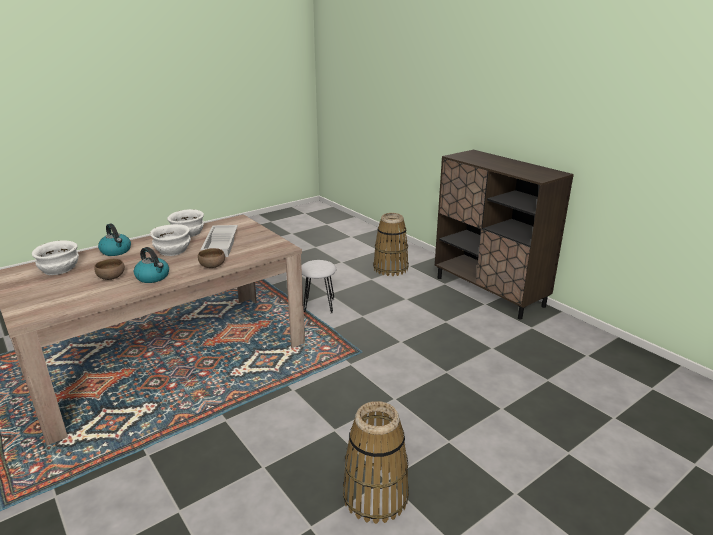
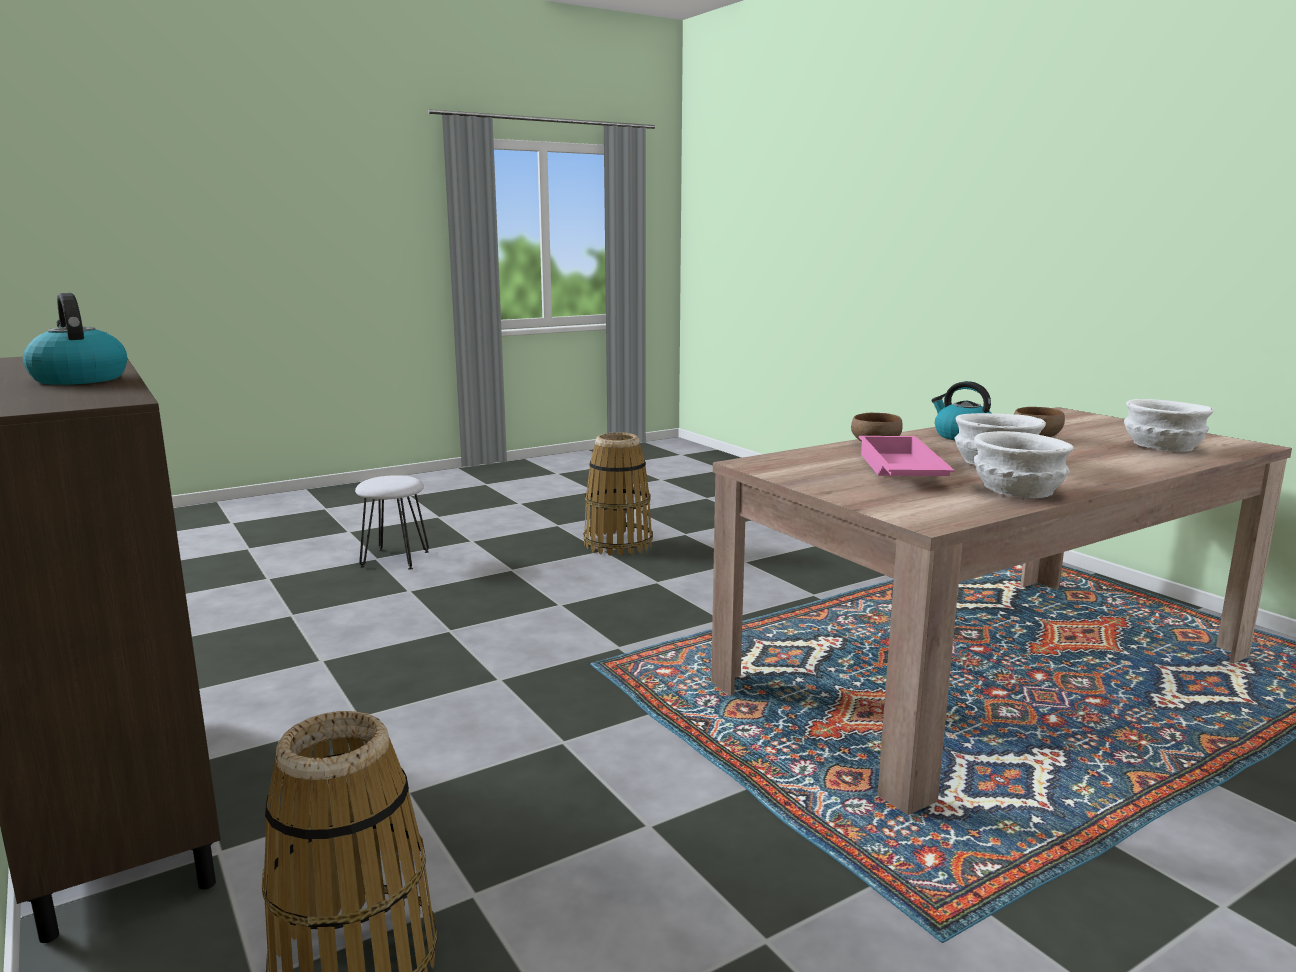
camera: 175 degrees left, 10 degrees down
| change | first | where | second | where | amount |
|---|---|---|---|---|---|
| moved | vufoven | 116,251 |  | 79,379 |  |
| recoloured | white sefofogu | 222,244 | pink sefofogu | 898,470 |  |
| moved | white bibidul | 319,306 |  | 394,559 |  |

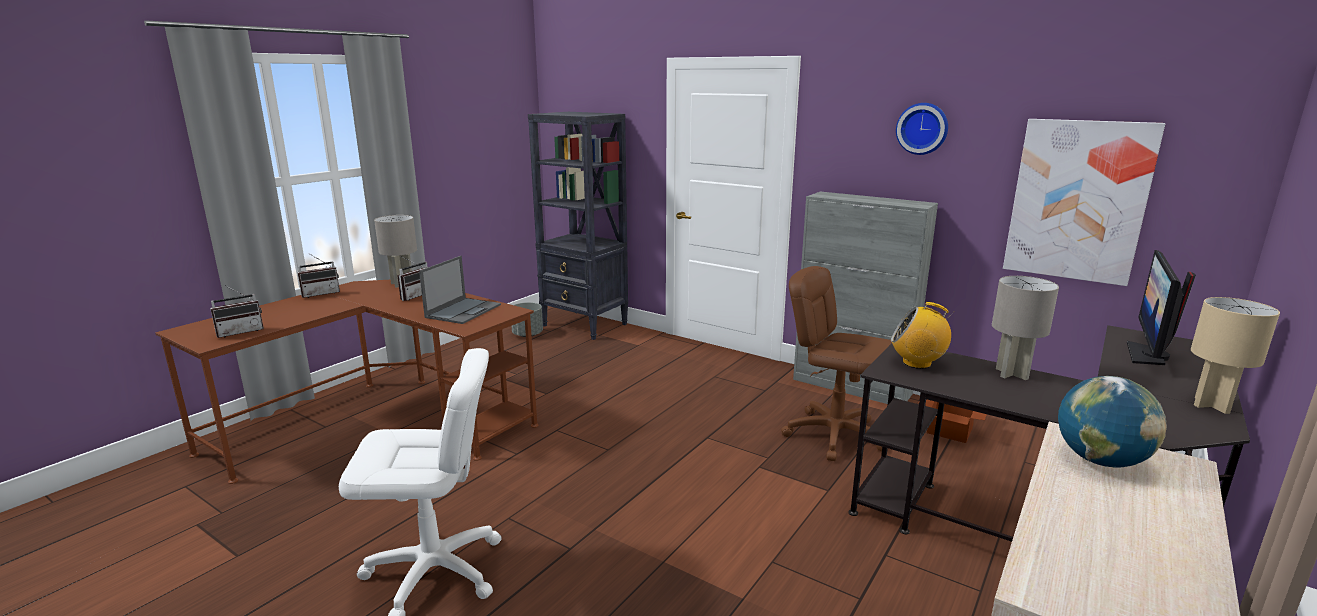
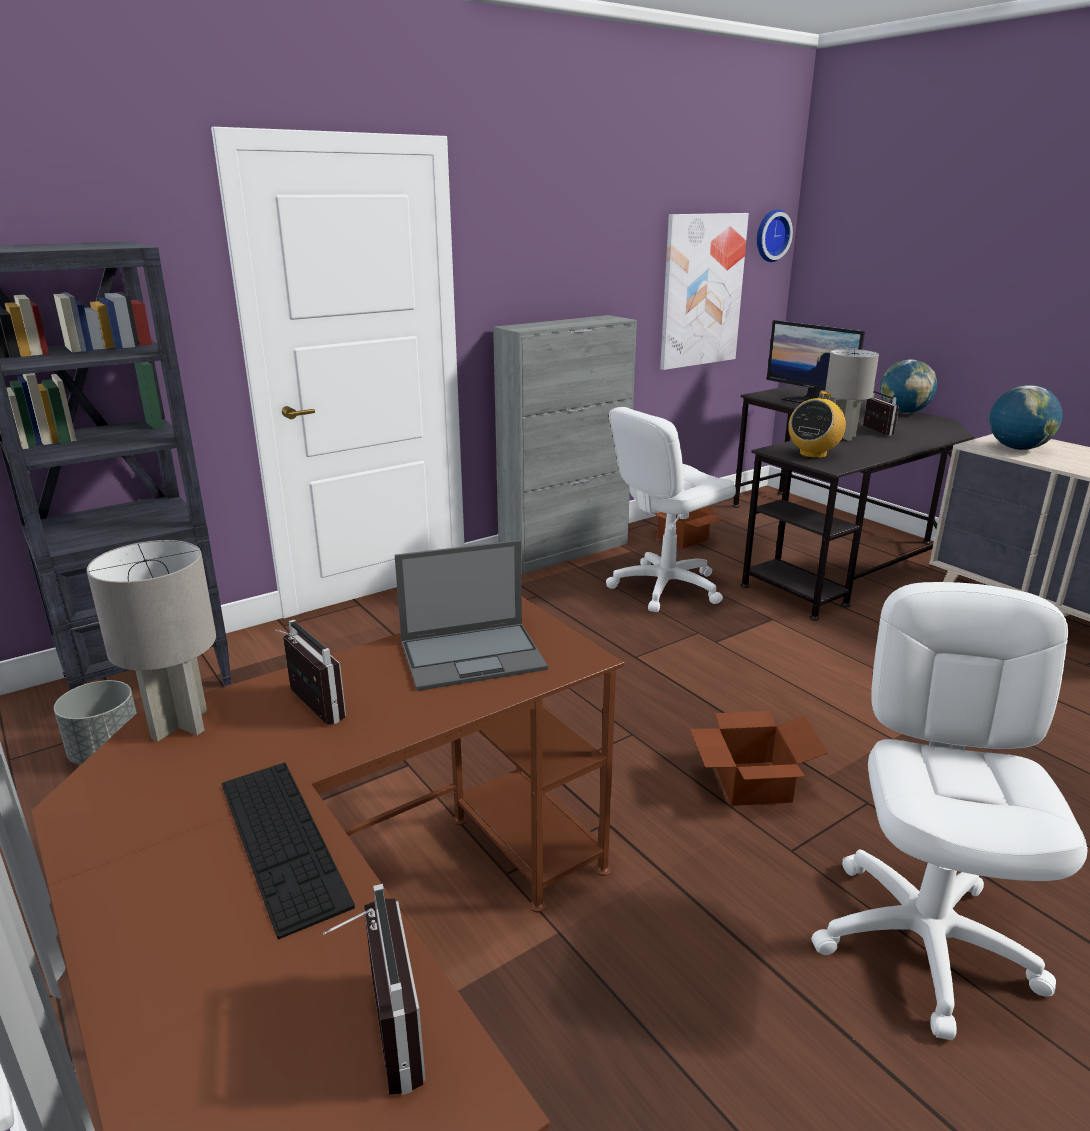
camera: 70 degrees left, 5 degrees up
| change | first | where | second | where | amount |
|---|---|---|---|---|---|
| moved | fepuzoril | 922,128 |  | 770,235 |  |
| moved | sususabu | 321,293 |  | 873,431 |  |
| turned | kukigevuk | 463,311 |  | 474,655 | 120 degrees clockwise |
| recoloured | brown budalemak | 834,435 | white budalemak | 665,587 |  |
| replaced | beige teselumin | 1211,405 | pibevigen | 903,413 |  |
| added |  |  | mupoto | 749,783 |  |
| added |  |  | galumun | 282,841 |  |

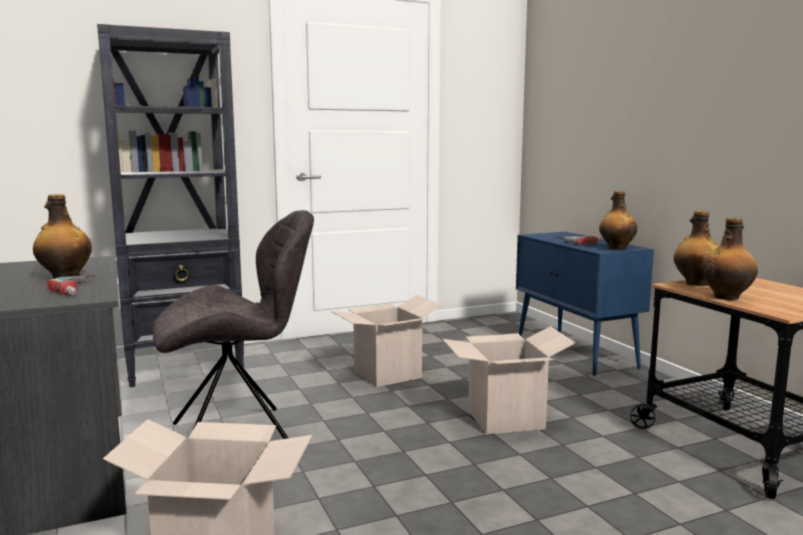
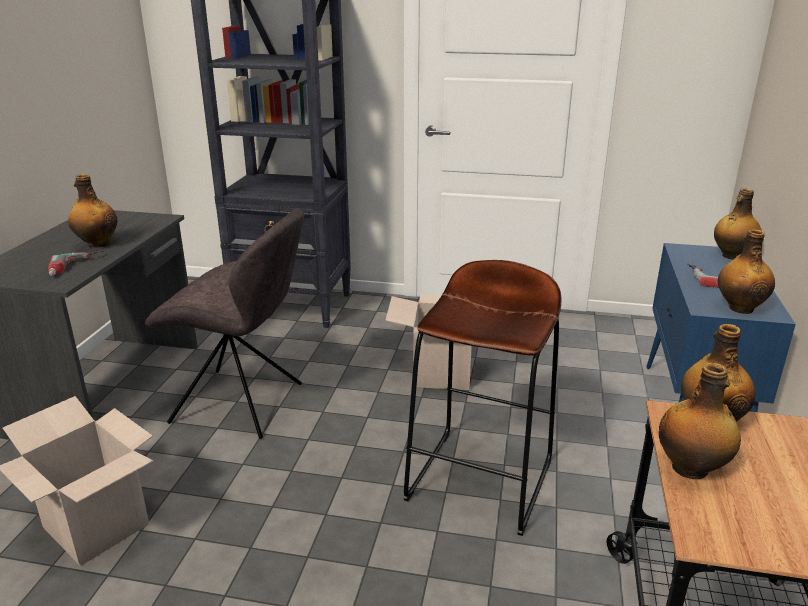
camera: 35 degrees right, 15 degrees up
| change | first | where | second | where | amount |
|---|---|---|---|---|---|
| replaced | mupoto | 505,419 | brown bibidul | 481,479 |  |
| added |  |  | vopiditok | 731,256 |  |

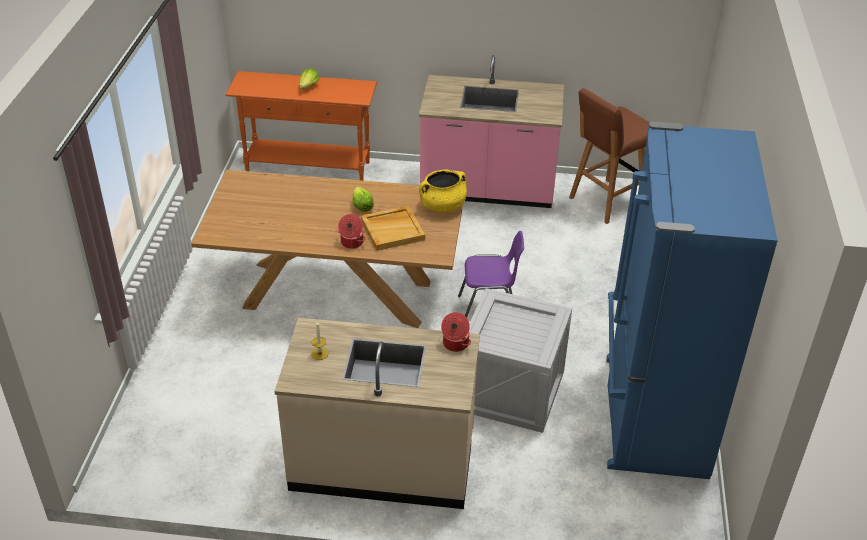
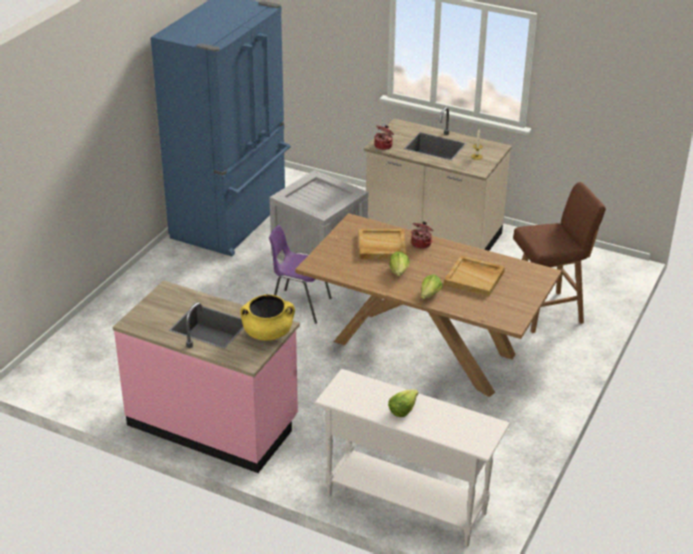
camera: 160 degrees left, 5 degrees down
| change | first | where | second | where | amount |
|---|---|---|---|---|---|
| recoloured | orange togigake | 308,168 | white togigake | 405,503 |  |
| moved | brown bibidul | 605,201 |  | 548,312 |  |
| moved | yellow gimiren | 442,206 |  | 268,333 |  |
| added |  |  | beige sefofogu | 474,278 |  |
| added |  |  | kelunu | 430,295 |  |

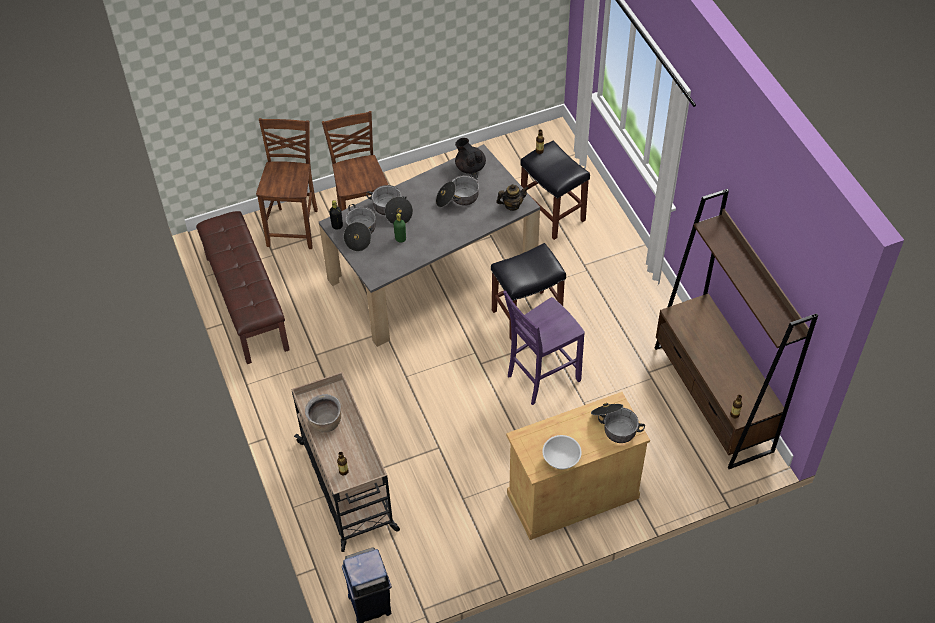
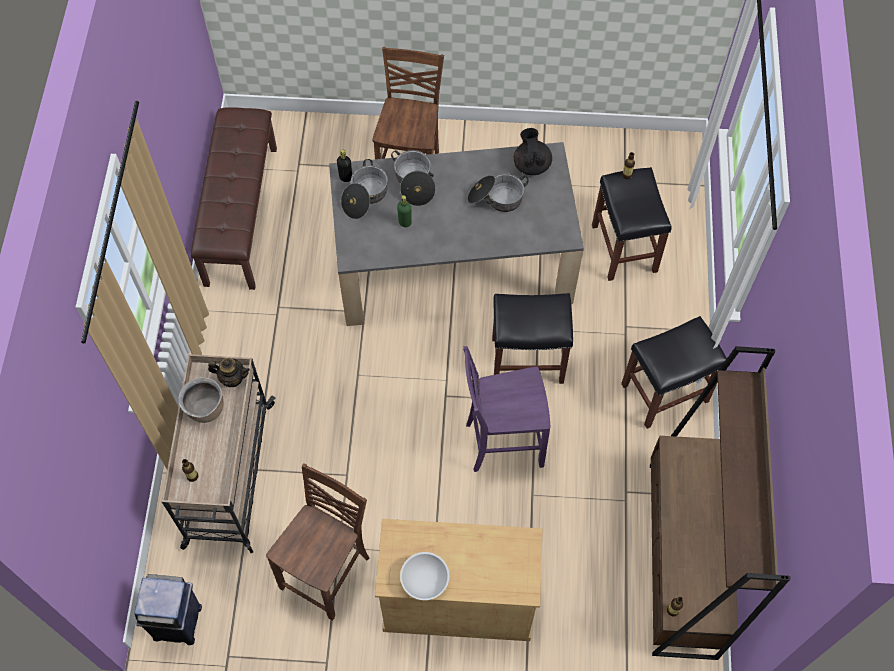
camera: 25 degrees right, 10 degrees up
| change | first | where | second | where | amount |
|---|---|---|---|---|---|
| moved | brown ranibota | 295,227 |  | 328,572 |  |
| moved | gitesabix | 512,205 |  | 232,378 |  |
| removed | gimiren | 615,425 |  |  |  |
| added |  |  | black bibidul | 664,394 |  |

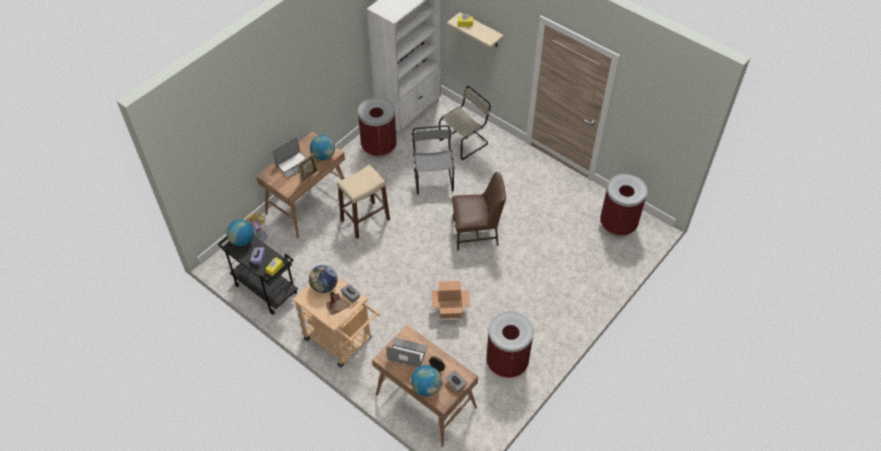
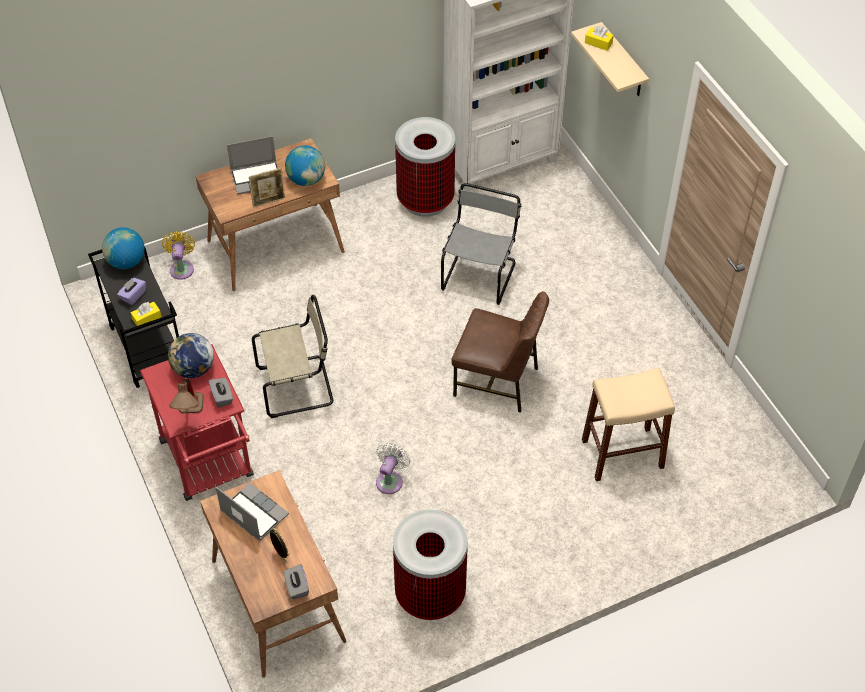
camera: 25 degrees right, 0 degrees up
| change | first | where | second | where | amount |
|---|---|---|---|---|---|
| moved | beige ranibota | 465,141 |  | 298,386 |  |
| moved | beige bibidul | 365,220 |  | 622,453 |  |
| removed | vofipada | 618,225 |  |  |  |
| recoloured | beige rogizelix | 342,341 | red rogizelix | 210,465 |  |
| replaced | mupoto | 449,309 | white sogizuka | 390,480 |  |
| removed | pibevigen | 426,387 |  |  |  |

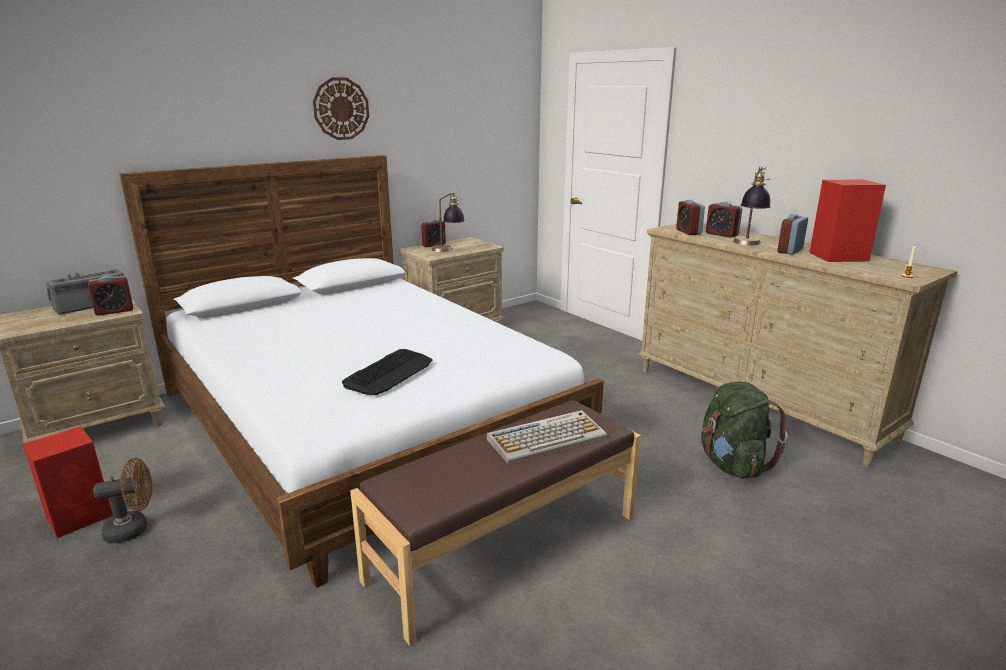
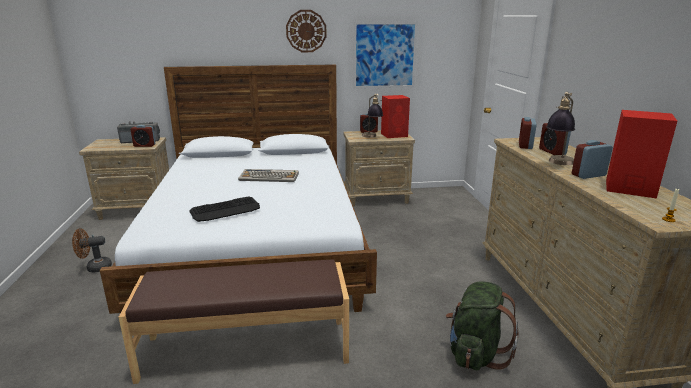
camera: 30 degrees right, 0 degrees up
| change | first | where | second | where | amount |
|---|---|---|---|---|---|
| moved | galumun | 547,438 |  | 269,177 |  |
| moved | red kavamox | 81,516 |  | 395,135 |  |
| turned | brown sogizuka | 134,529 |  | 95,268 | 150 degrees clockwise |
| added |  |  | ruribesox | 384,55 |  |

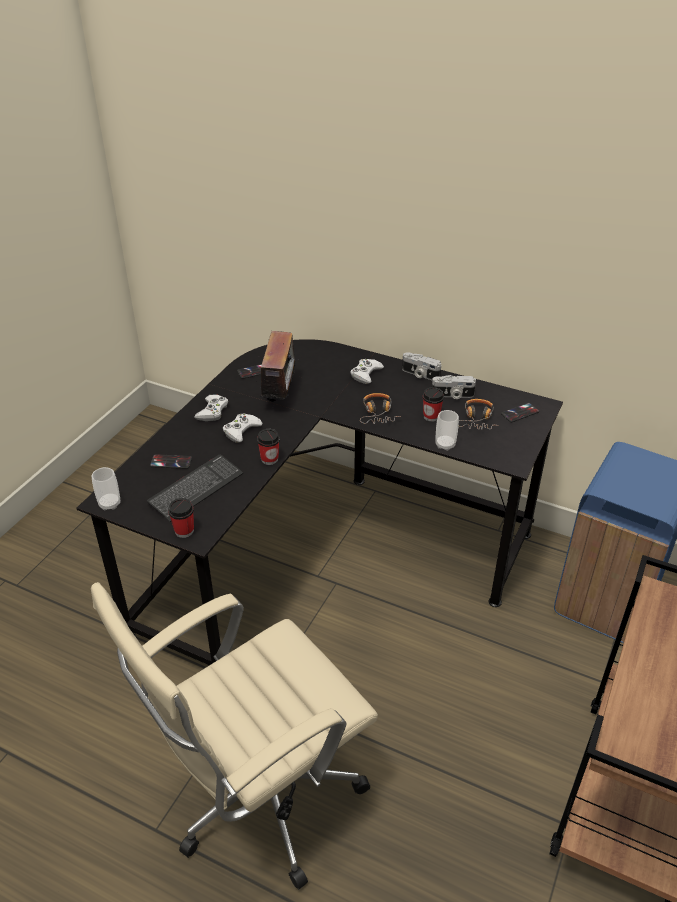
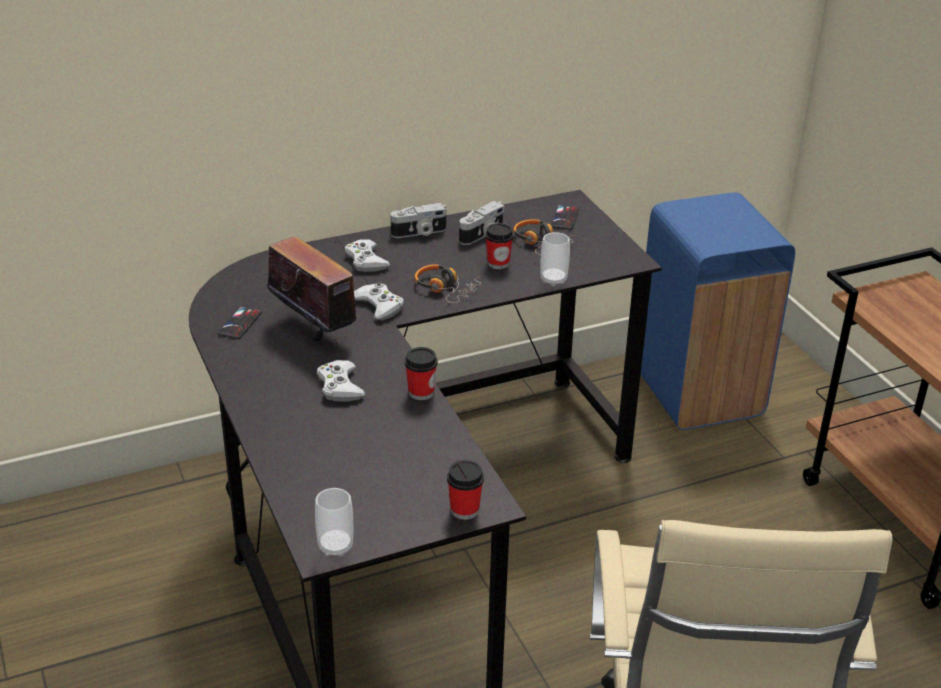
camera: 50 degrees left, 5 degrees down
| change | first | where | second | where | amount |
|---|---|---|---|---|---|
| moved | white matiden | 212,411 |  | 379,306 |  |
| removed | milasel | 171,462 |  |  |  |
| removed | galumun | 196,489 |  |  |  |

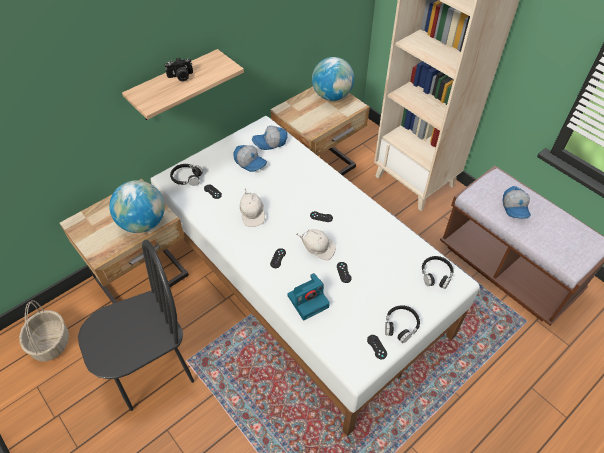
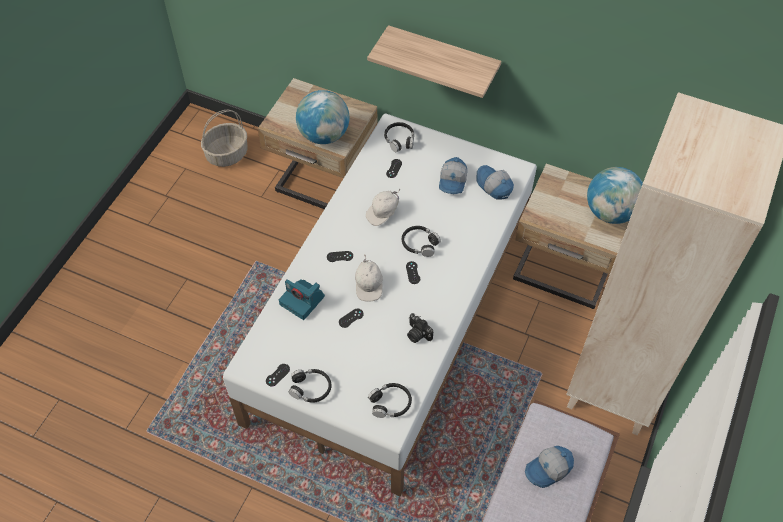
camera: 65 degrees right, 5 degrees up
| change | first | where | second | where | amount |
|---|---|---|---|---|---|
| moved | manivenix | 181,77 |  | 417,334 |  |
| removed | black ranibota | 153,370 |  |  |  |
| added |  |  | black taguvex | 420,244 |  |

